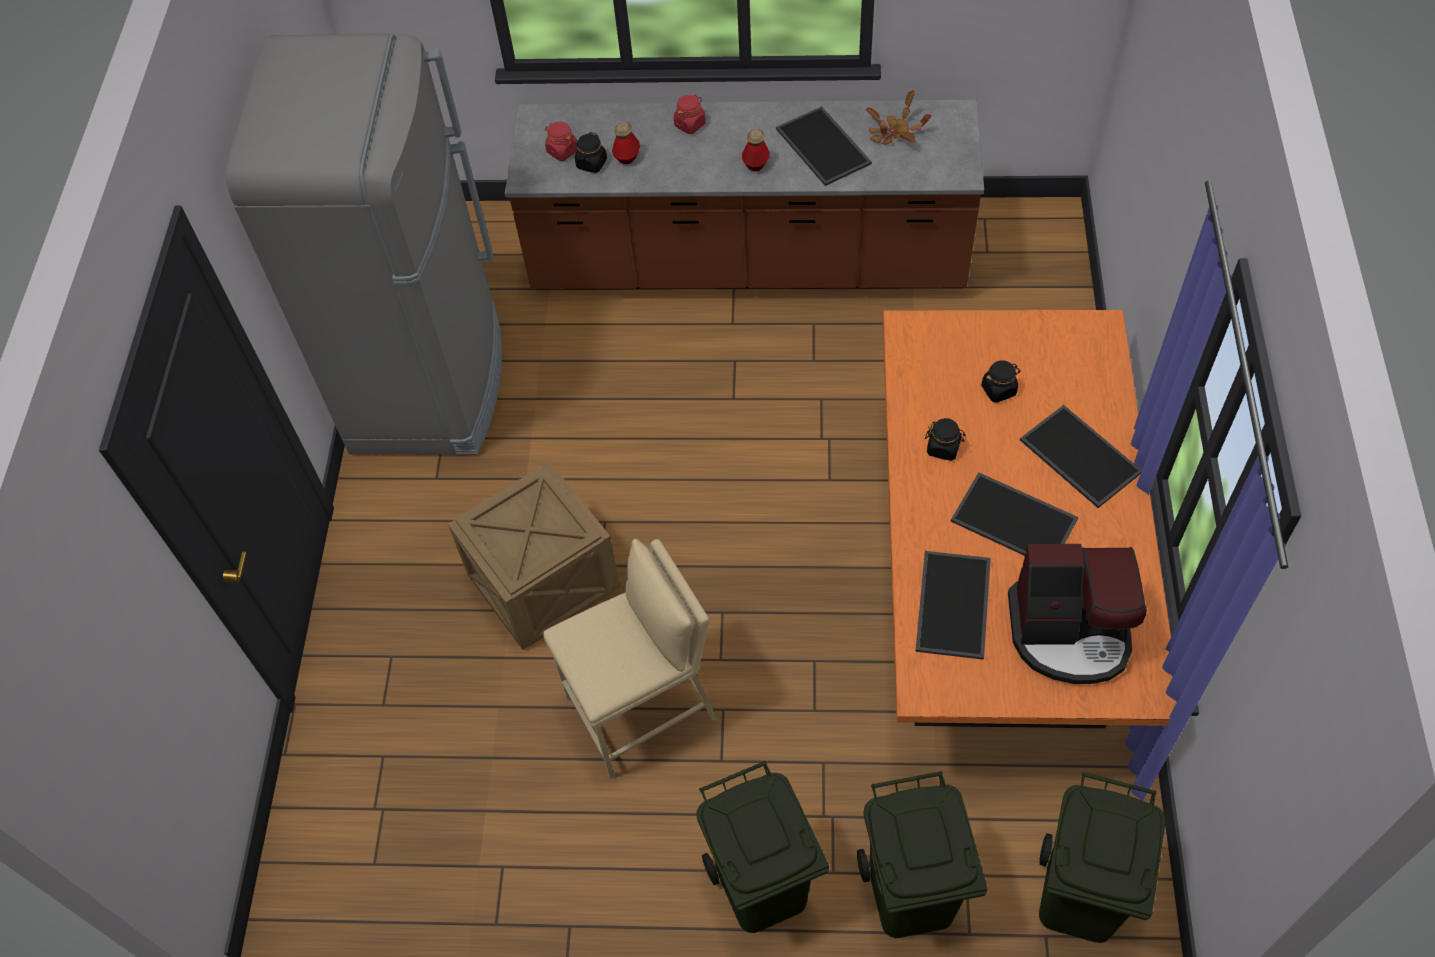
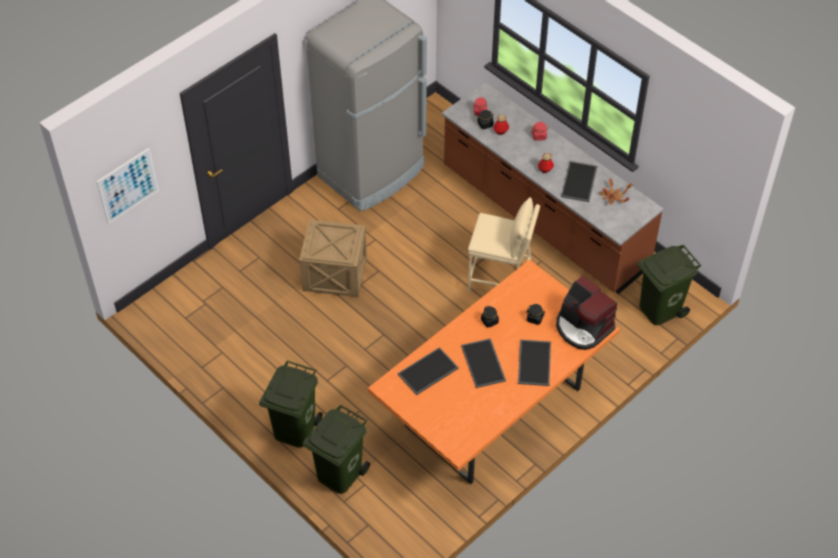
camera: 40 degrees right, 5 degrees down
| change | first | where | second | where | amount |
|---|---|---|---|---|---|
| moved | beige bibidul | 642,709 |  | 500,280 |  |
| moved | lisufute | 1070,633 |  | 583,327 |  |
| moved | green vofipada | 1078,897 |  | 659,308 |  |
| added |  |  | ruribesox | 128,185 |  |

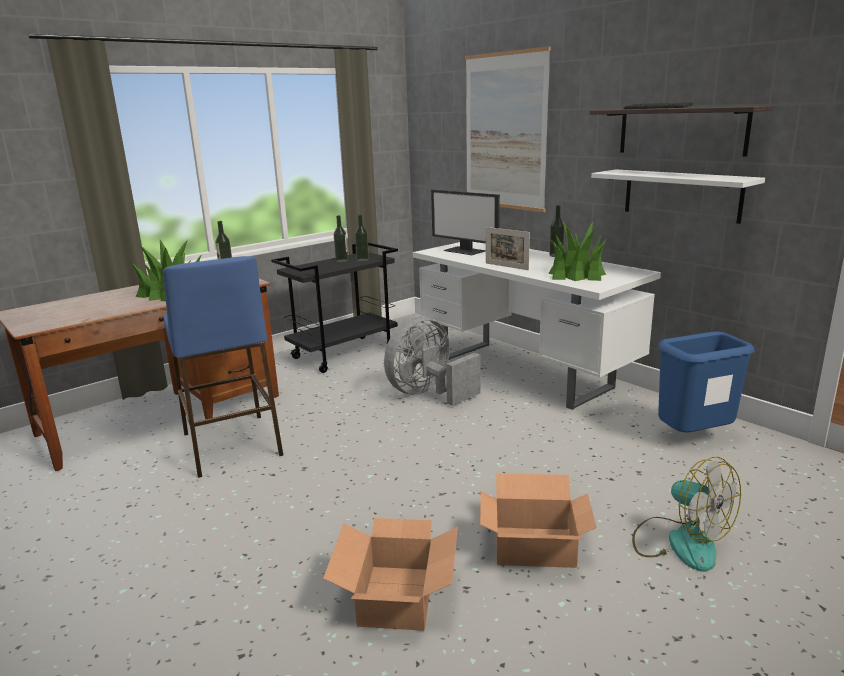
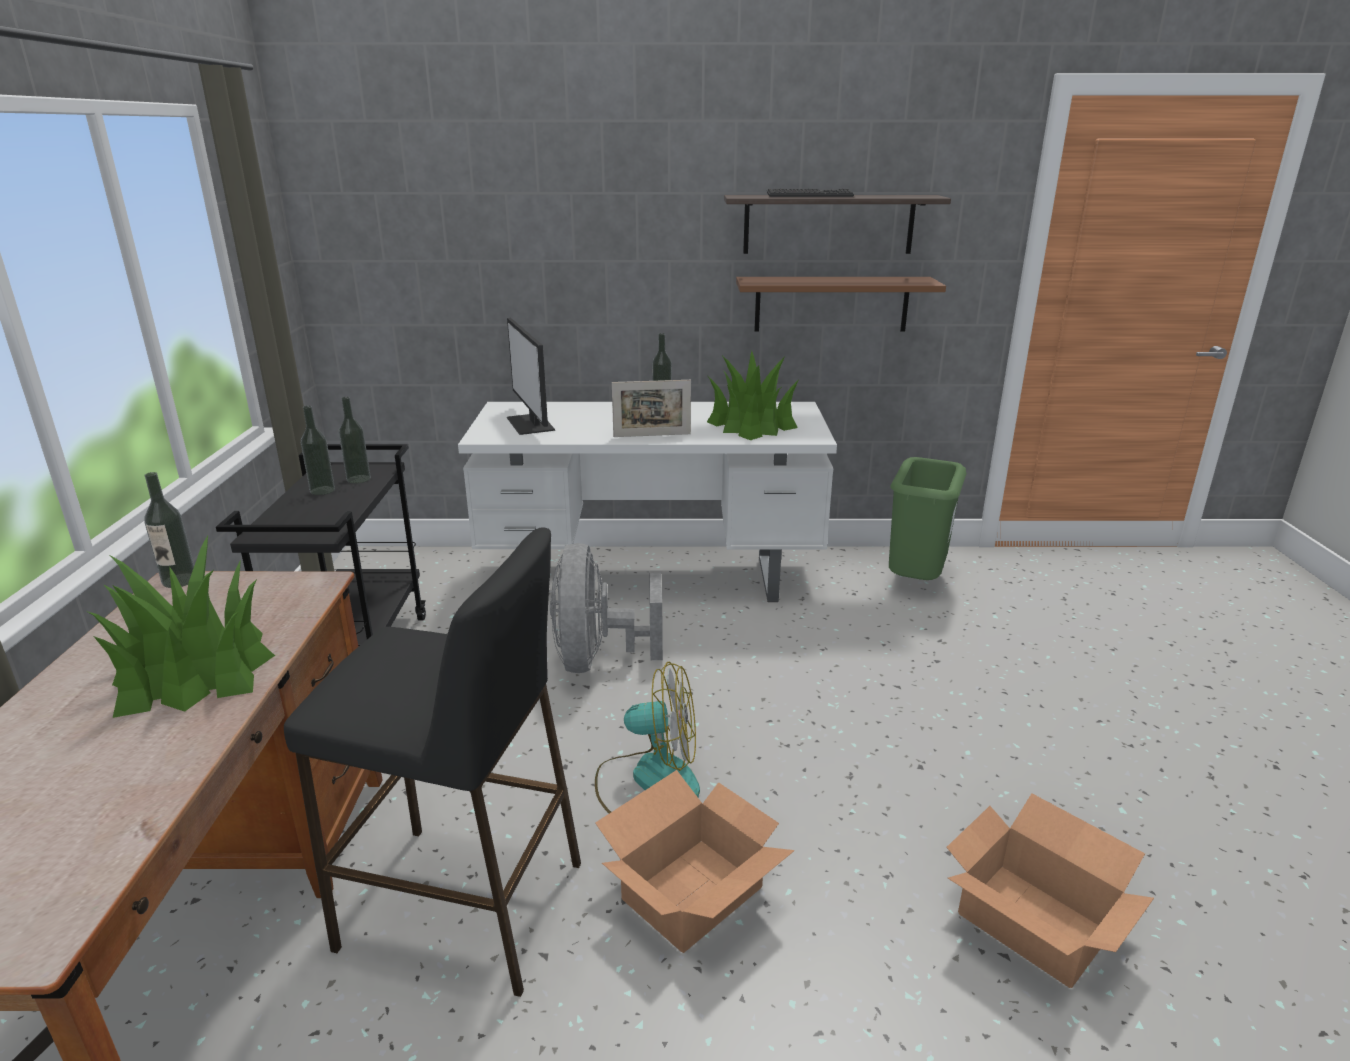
camera: 50 degrees left, 5 degrees up
| change | first | where | second | where | amount |
|---|---|---|---|---|---|
| removed | ruribesox | 505,132 |  |  |  |
| recoloured | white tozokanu | 681,195 | brown tozokanu | 831,304 |  |
| turned | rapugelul | 465,251 |  | 532,424 | 75 degrees clockwise |
| recoloured | blue bibidul | 232,444 | black bibidul | 464,905 |  |
| recoloured | blue vofipada | 693,438 | green vofipada | 914,583 |  |
| moved | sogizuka | 680,542 |  | 648,779 |  |
| moved | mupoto | 535,547 |  | 694,893 |  |

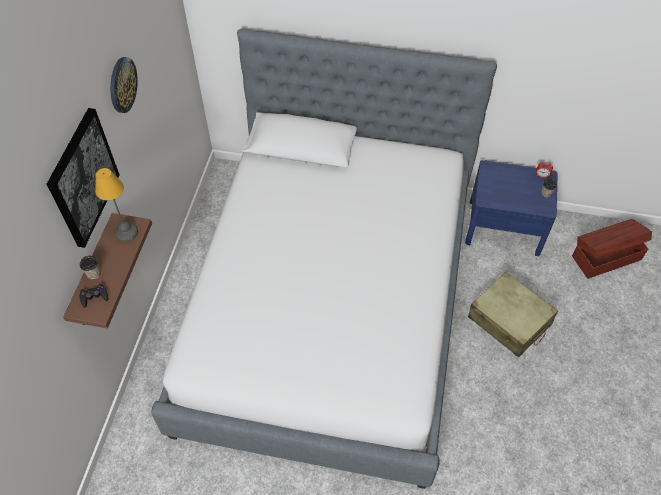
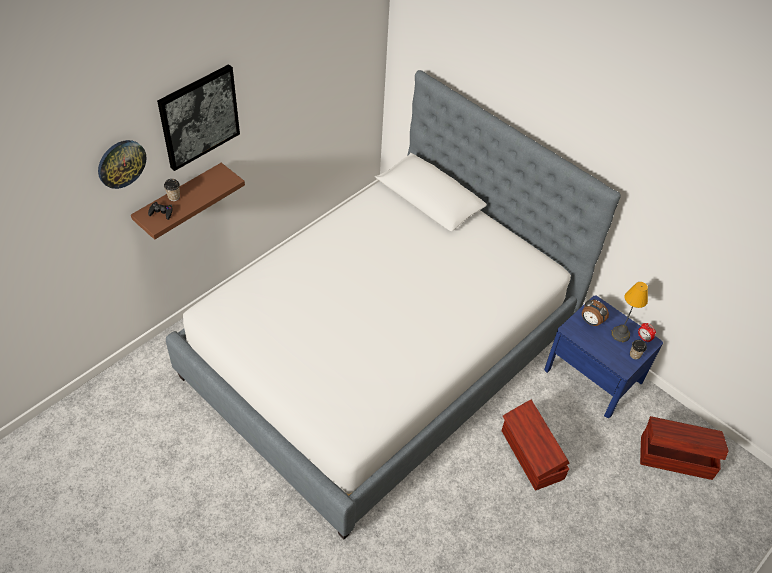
camera: 30 degrees right, 5 degrees down
| change | first | where | second | where | amount |
|---|---|---|---|---|---|
| moved | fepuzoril | 122,84 |  | 121,163 |  |
| moved | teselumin | 127,232 |  | 621,334 |  |
| replaced | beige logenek | 509,321 | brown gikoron | 531,455 |  |
| added |  |  | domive | 590,322 |  |

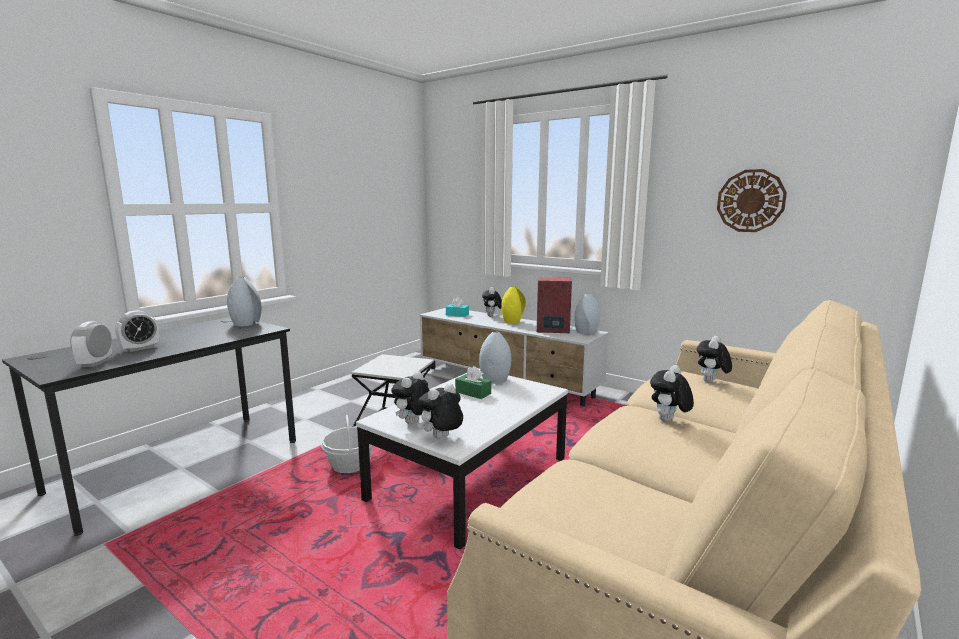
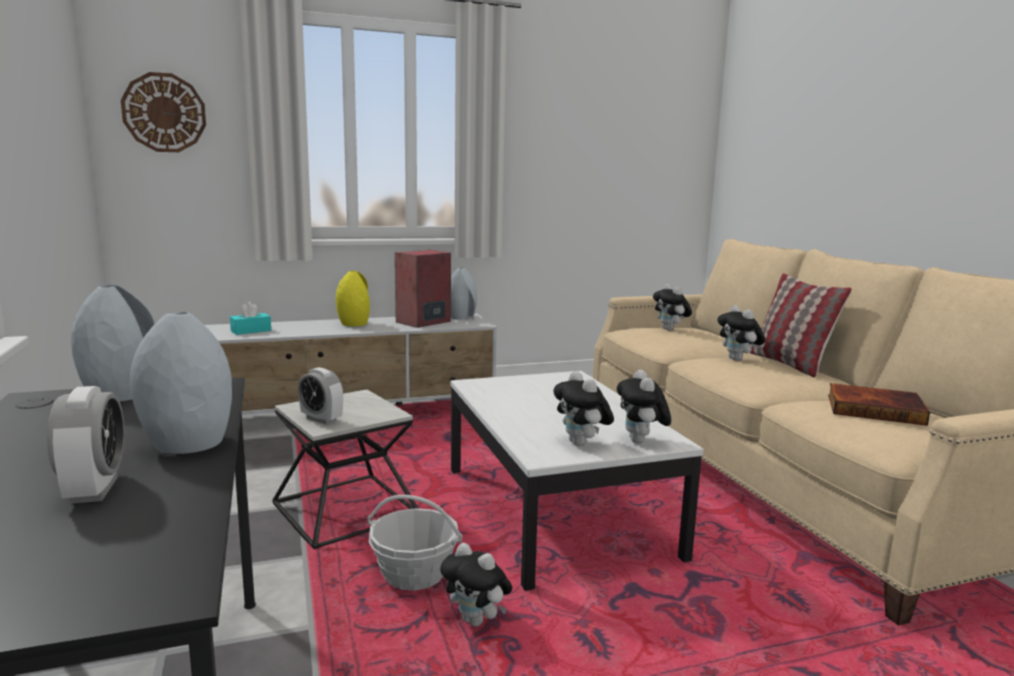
camera: 55 degrees left, 0 degrees up
| change | first | where | second | where | amount |
|---|---|---|---|---|---|
| moved | fepuzoril | 750,201 |  | 164,113 |  |
| moved | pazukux | 492,316 |  | 477,621 |  |
| moved | domive | 95,363 |  | 321,419 |  |
| moved | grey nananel | 494,380 |  | 189,444 |  |
| removed | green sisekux | 473,393 |  |  |  |
| added |  |  | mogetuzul | 790,364 |  |
| added |  |  | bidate | 875,409 |  |

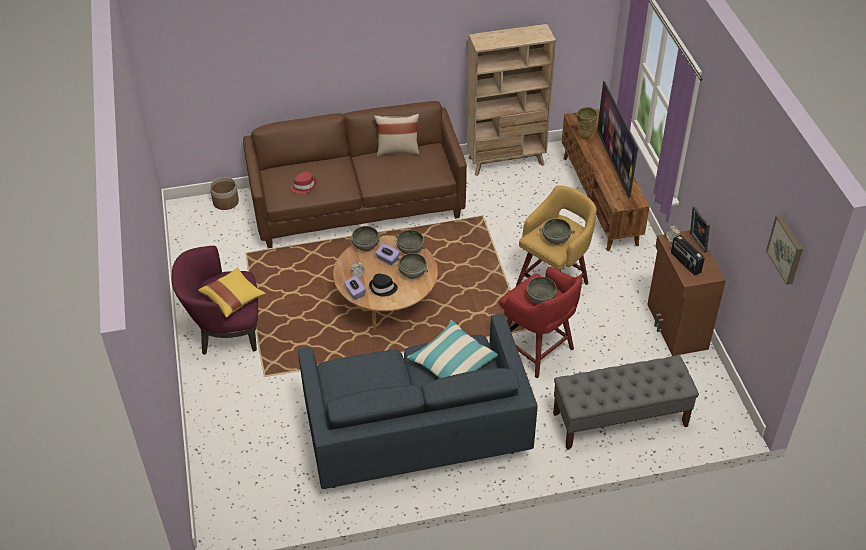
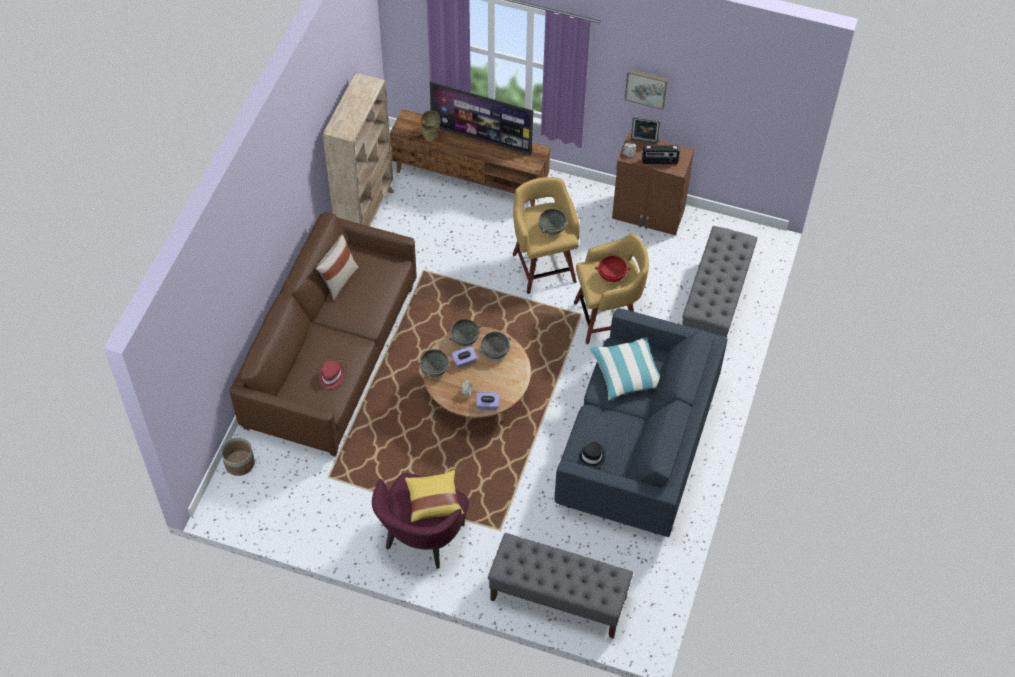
camera: 60 degrees left, 10 degrees up
| change | first | where | second | where | amount |
|---|---|---|---|---|---|
| moved | ruribesox | 786,249 |  | 646,87 |  |
| recoloured | red bibidul | 537,350 | yellow bibidul | 608,318 |  |
| moved | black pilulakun | 383,288 |  | 592,455 |  |
| recoloured | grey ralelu | 541,298 | red ralelu | 612,275 |  |
| added |  |  | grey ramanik | 558,598 |  |

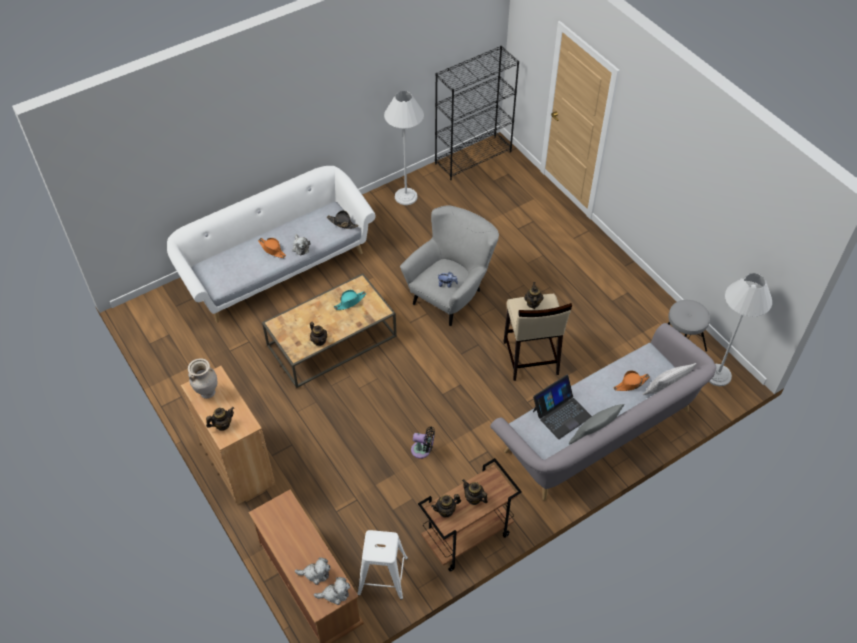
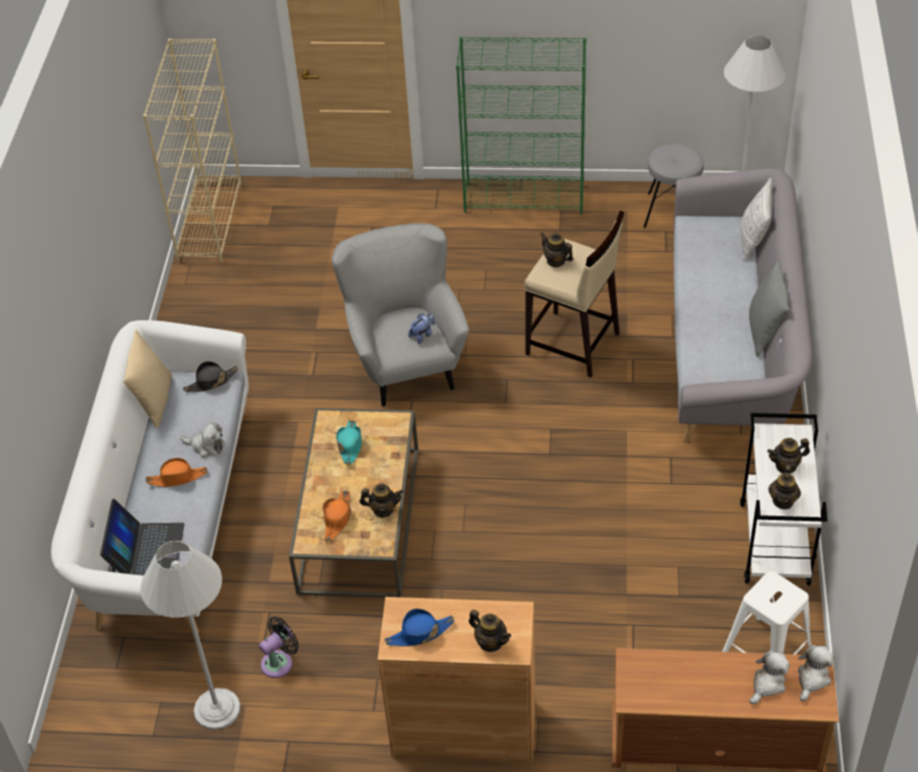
camera: 50 degrees left, 5 degrees down
| change | first | where | second | where | amount |
|---|---|---|---|---|---|
| recoloured | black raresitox | 473,157 | beige raresitox | 209,221 |  |
| moved | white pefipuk | 406,196 |  | 217,709 |  |
| replaced | beige nananel | 207,392 | blue pilulakun | 419,633 |  |
| moved | orange pilulakun | 631,384 |  | 337,518 |  |
| moved | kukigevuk | 561,413 |  | 147,551 |  |
| turned | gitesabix | 222,424 |  | 490,642 | 120 degrees clockwise |
| moved | black sogizuka | 423,450 |  | 279,662 |  |
| recoloured | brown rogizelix | 466,537 | white rogizelix | 775,544 |  |
| added |  |  | green raresitox | 524,198 |  |
| added |  |  | beige mogetuzul | 154,401 |  |

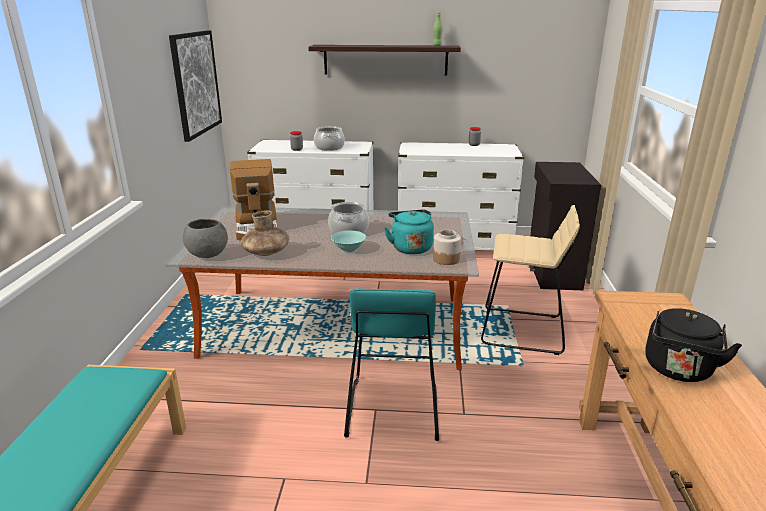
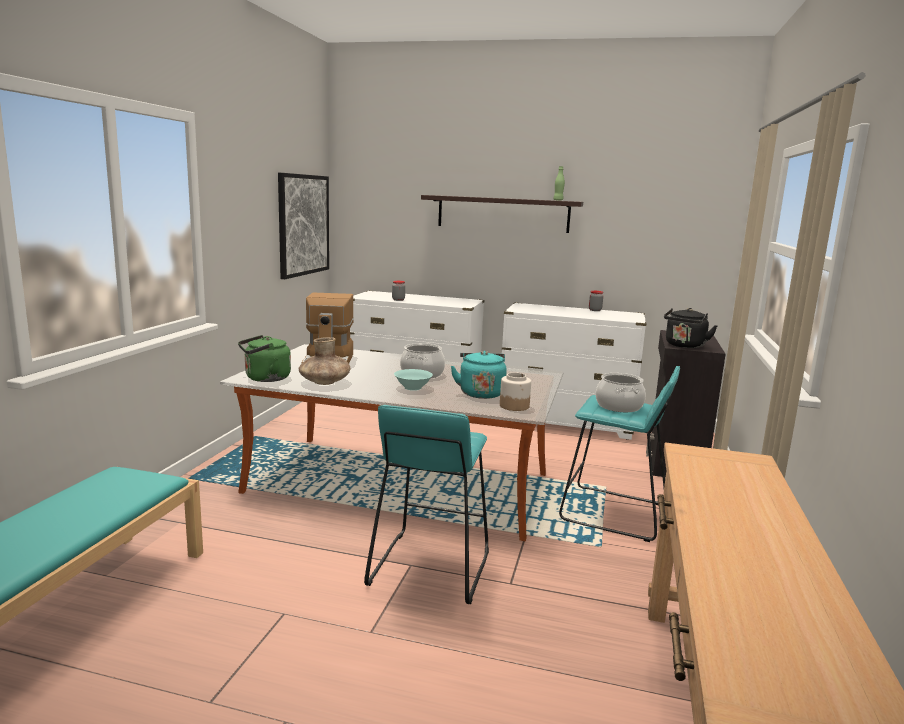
camera: 10 degrees right, 10 degrees down
| change | first | where | second | where | amount |
|---|---|---|---|---|---|
| moved | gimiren | 329,147 |  | 618,406 |  |
| recoloured | beige bibidul | 522,331 | turquoise bibidul | 613,513 |  |
| replaced | grey ralelu | 207,255 | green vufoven | 265,378 |  |
| moved | black vufoven | 678,371 |  | 684,346 |  |

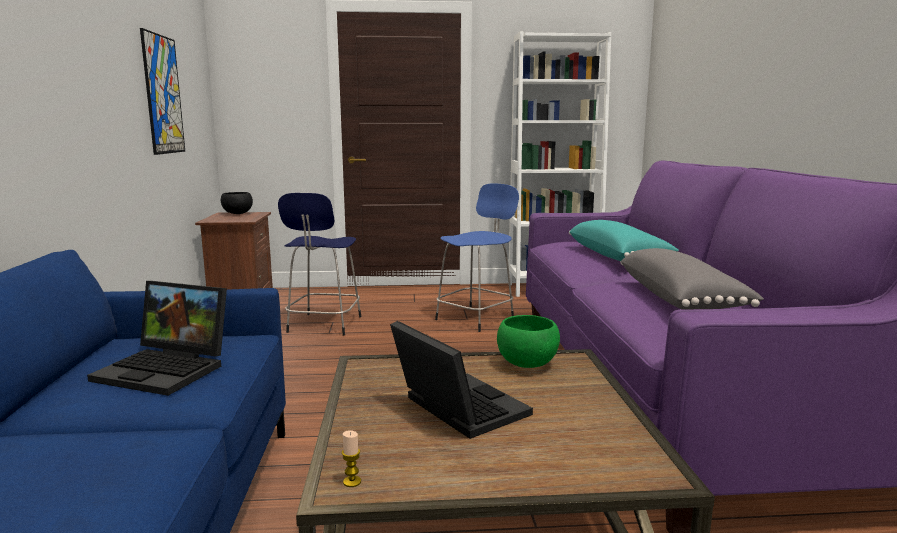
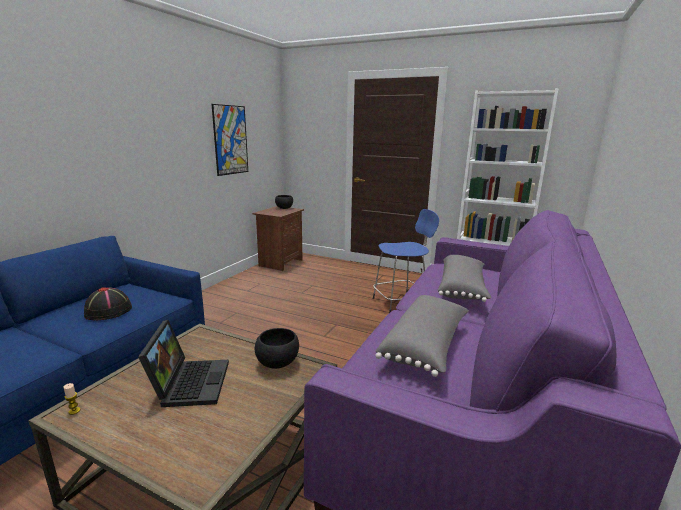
camera: 30 degrees right, 5 degrees up
| change | first | where | second | where | amount |
|---|---|---|---|---|---|
| removed | blue bibidul | 324,325 |  |  |  |
| recoloured | turquoise mogetuzul | 618,257 | grey mogetuzul | 462,289 |  |
| replaced | kukigevuk | 168,369 | black pilulakun | 109,311 |  |
| recoloured | green ralelu | 527,364 | black ralelu | 278,363 |  |

